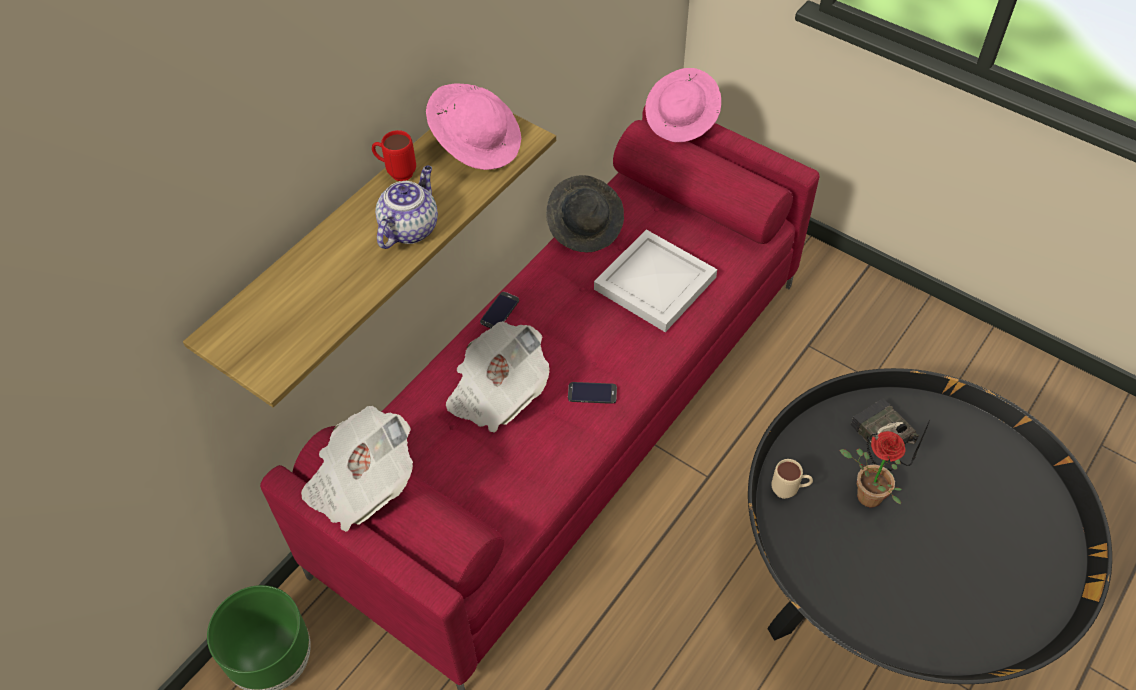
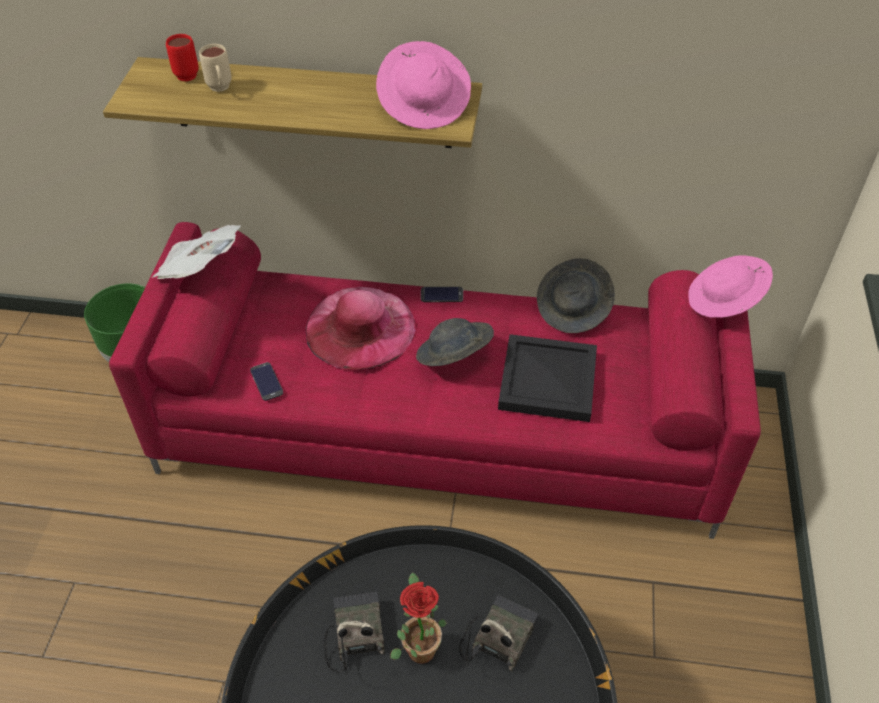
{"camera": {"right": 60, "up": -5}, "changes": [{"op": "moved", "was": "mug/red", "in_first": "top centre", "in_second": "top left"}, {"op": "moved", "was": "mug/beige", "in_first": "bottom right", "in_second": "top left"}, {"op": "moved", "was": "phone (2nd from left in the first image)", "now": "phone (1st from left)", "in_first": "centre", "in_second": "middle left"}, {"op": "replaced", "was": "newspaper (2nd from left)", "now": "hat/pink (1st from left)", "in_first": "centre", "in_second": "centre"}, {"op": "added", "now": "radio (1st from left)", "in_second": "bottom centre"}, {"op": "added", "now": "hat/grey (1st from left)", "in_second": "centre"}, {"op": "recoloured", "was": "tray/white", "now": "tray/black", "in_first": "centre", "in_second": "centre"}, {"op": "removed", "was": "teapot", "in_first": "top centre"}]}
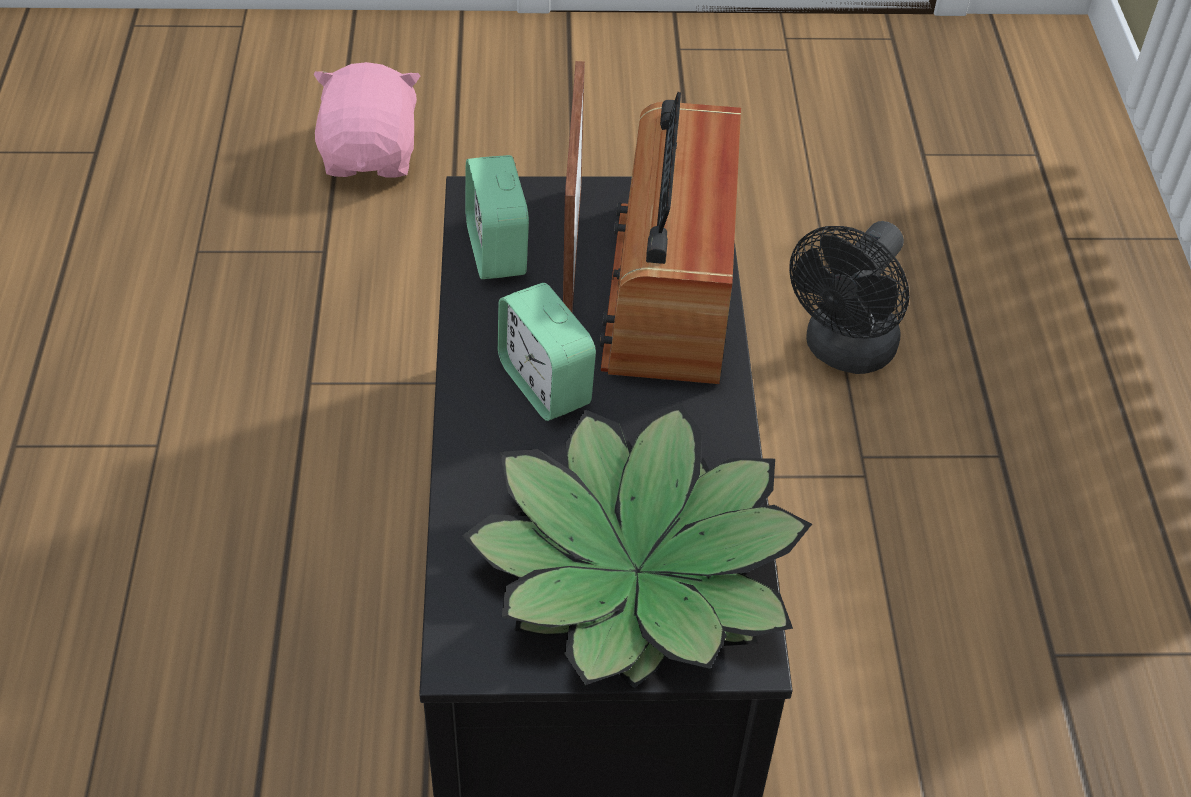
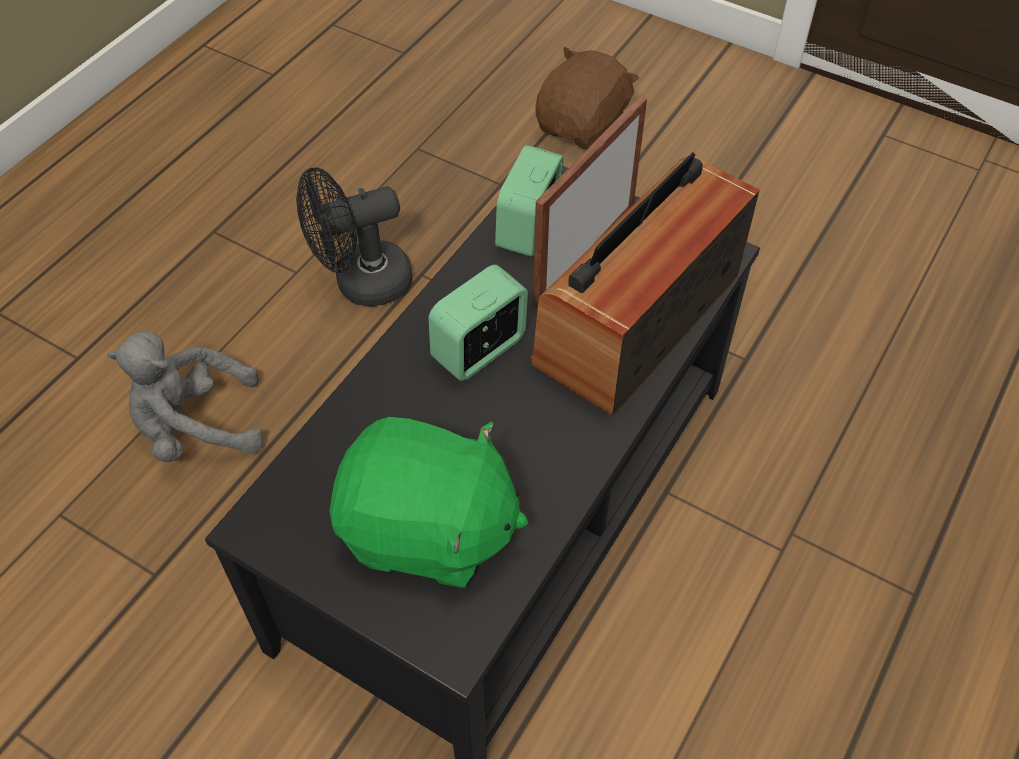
{"camera": {"right": 35, "up": 5}, "changes": [{"op": "added", "now": "plush toy/grey", "in_second": "middle left"}, {"op": "moved", "was": "fan/black", "in_first": "middle right", "in_second": "top centre"}, {"op": "replaced", "was": "potted plant", "now": "plush toy/green", "in_first": "bottom centre", "in_second": "centre"}, {"op": "turned", "was": "alarm clock (2nd from left in the first image)", "in_first": "centre", "in_second": "centre", "clockwise": 45}, {"op": "recoloured", "was": "plush toy/pink", "now": "plush toy/brown", "in_first": "top left", "in_second": "top centre"}]}
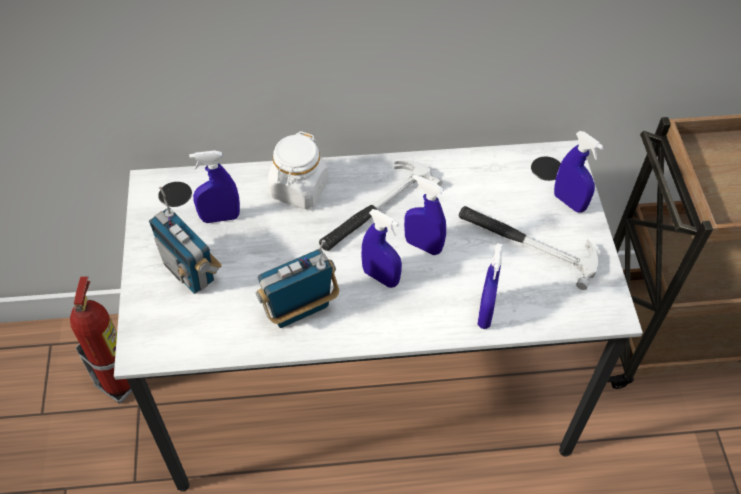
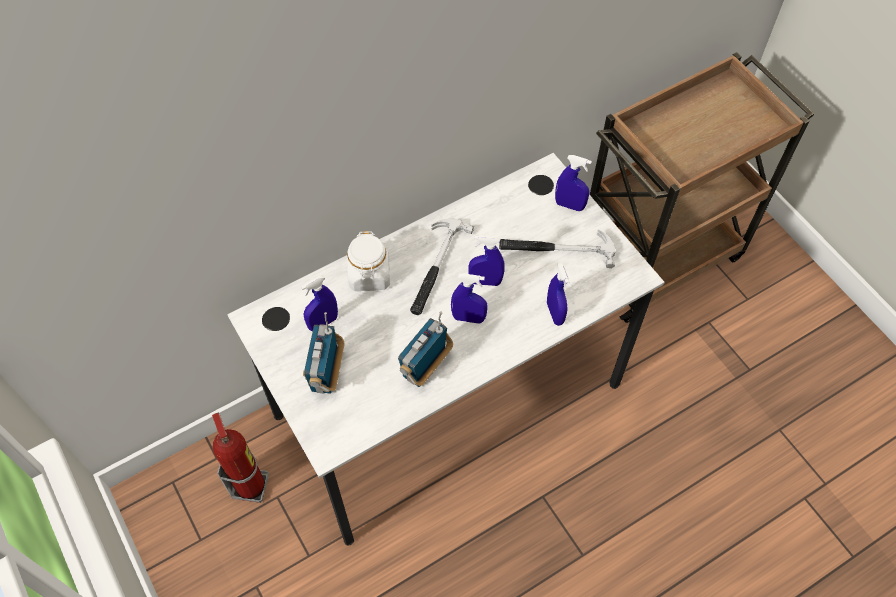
{"camera": {"right": -25, "up": 5}, "changes": [{"op": "turned", "was": "radio (1st from left)", "in_first": "middle left", "in_second": "centre", "clockwise": 75}]}
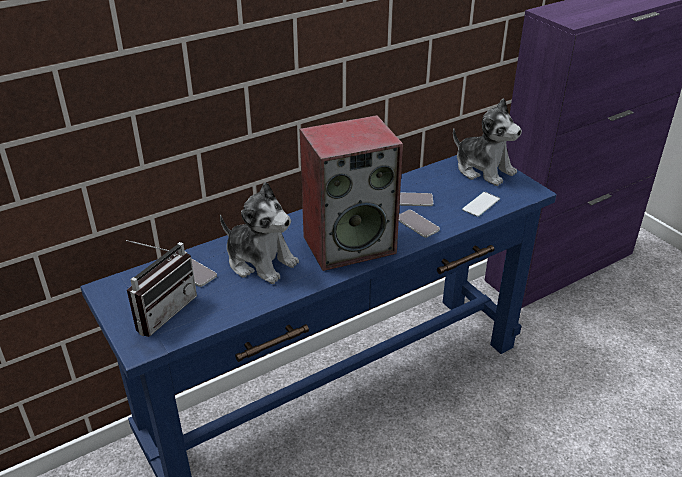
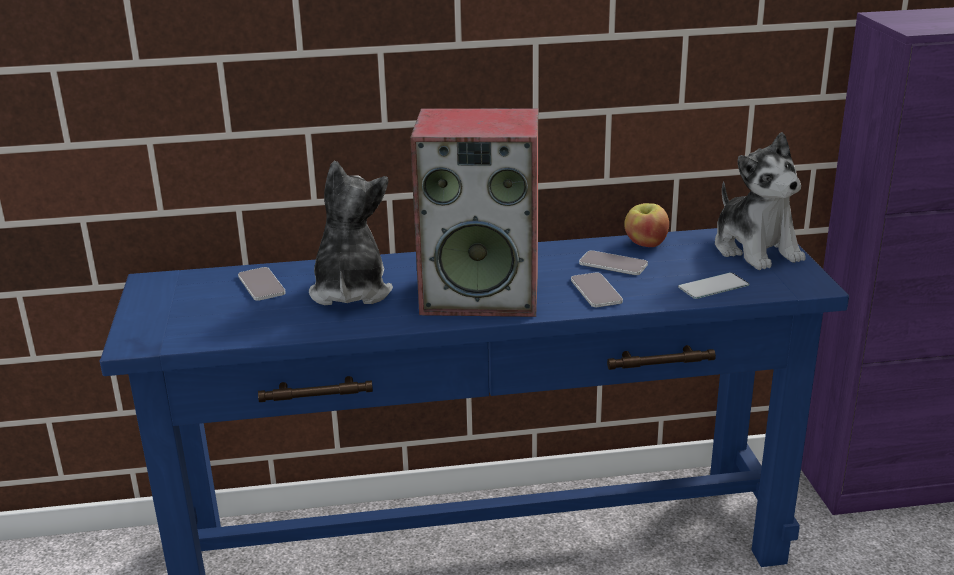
{"camera": {"right": 25, "up": -10}, "changes": [{"op": "turned", "was": "plush toy (1st from left)", "in_first": "centre", "in_second": "centre", "clockwise": -150}, {"op": "added", "now": "apple", "in_second": "middle right"}, {"op": "removed", "was": "radio", "in_first": "middle left"}]}
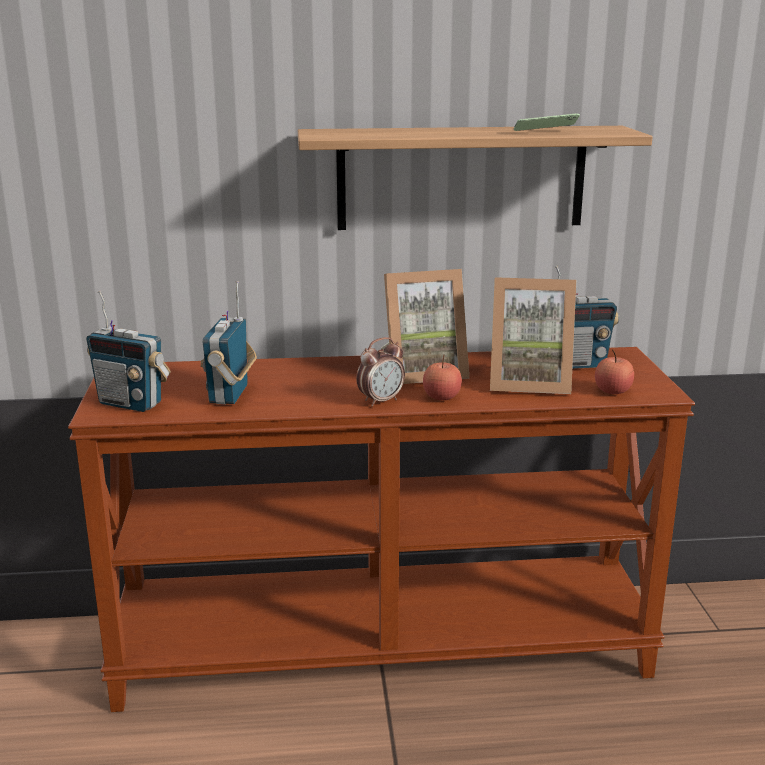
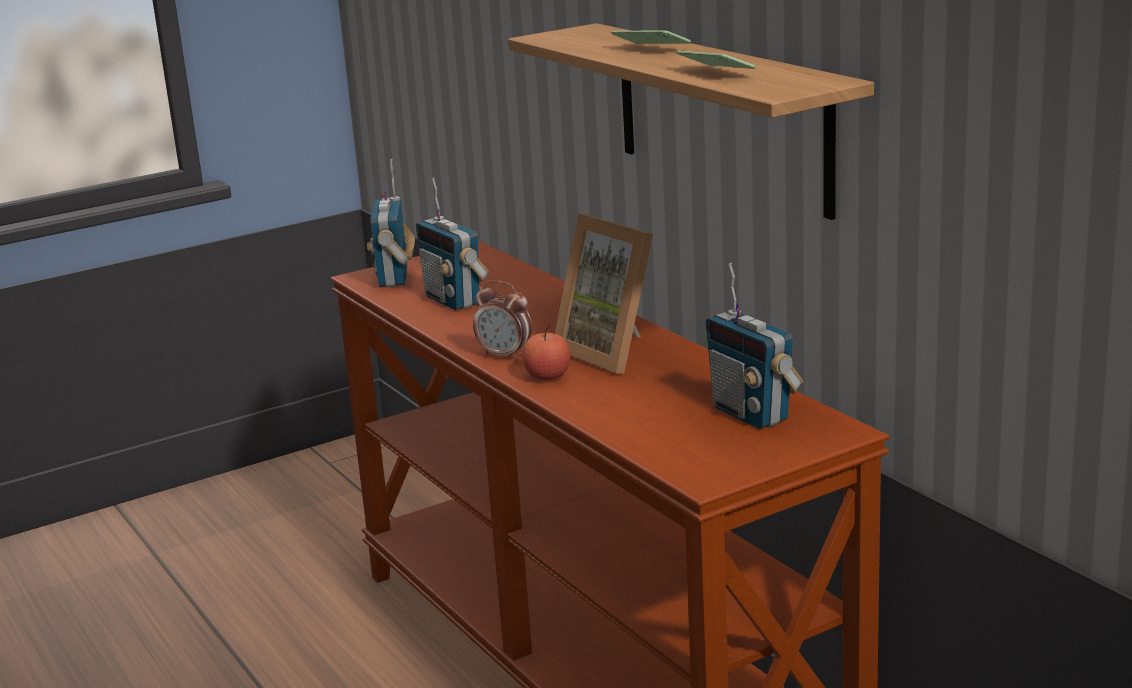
{"camera": {"right": 65, "up": 0}, "changes": [{"op": "turned", "was": "radio (2nd from left)", "in_first": "middle left", "in_second": "centre", "clockwise": -105}, {"op": "added", "now": "phone (1st from left)", "in_second": "top centre"}, {"op": "removed", "was": "picture frame (2nd from left)", "in_first": "middle right"}, {"op": "removed", "was": "apple (2nd from left)", "in_first": "middle right"}]}
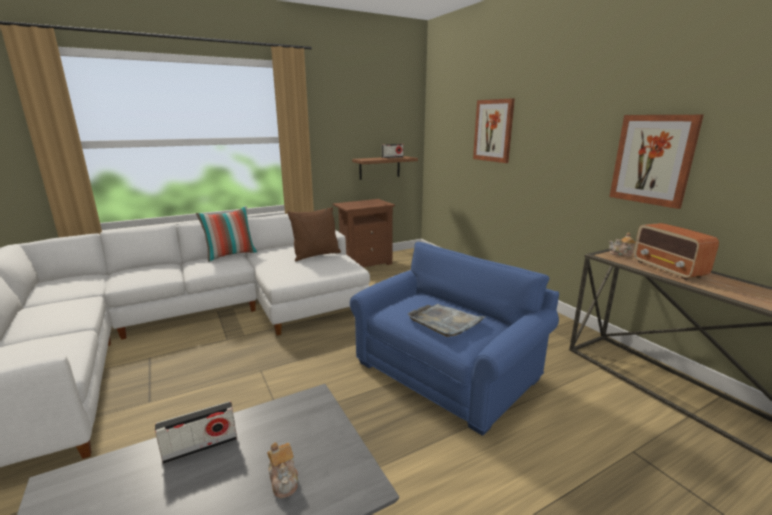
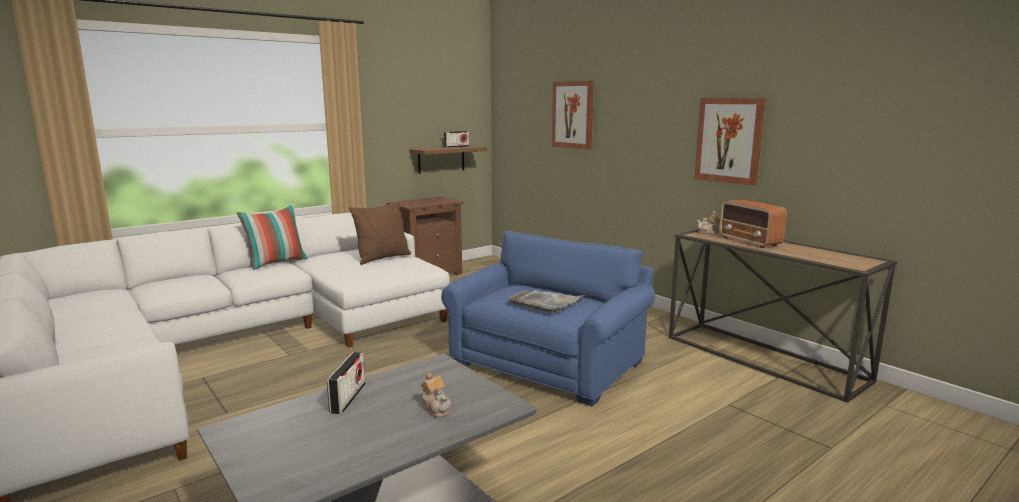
{"camera": {"right": -10, "up": -5}, "changes": [{"op": "turned", "was": "radio (1st from left)", "in_first": "bottom left", "in_second": "bottom centre", "clockwise": -45}]}
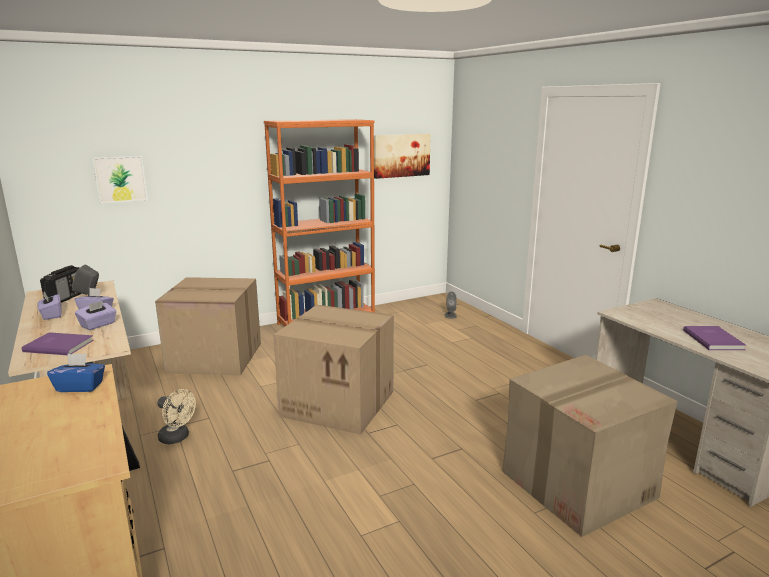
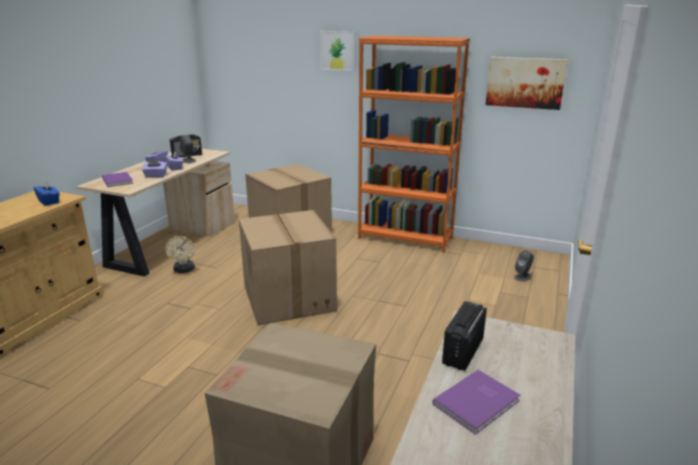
{"camera": {"right": 50, "up": 5}, "changes": [{"op": "moved", "was": "picture (1st from left)", "in_first": "top left", "in_second": "top centre"}, {"op": "added", "now": "radio (2nd from left)", "in_second": "bottom centre"}]}
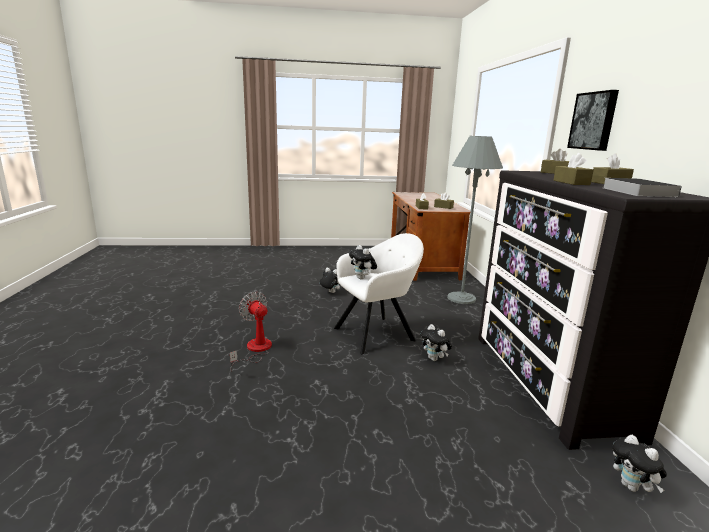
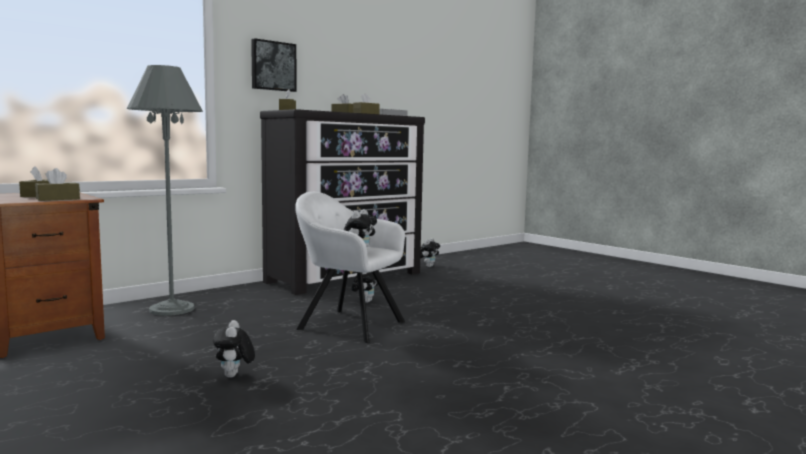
{"camera": {"right": -125, "up": -10}, "changes": [{"op": "removed", "was": "fan", "in_first": "centre"}]}
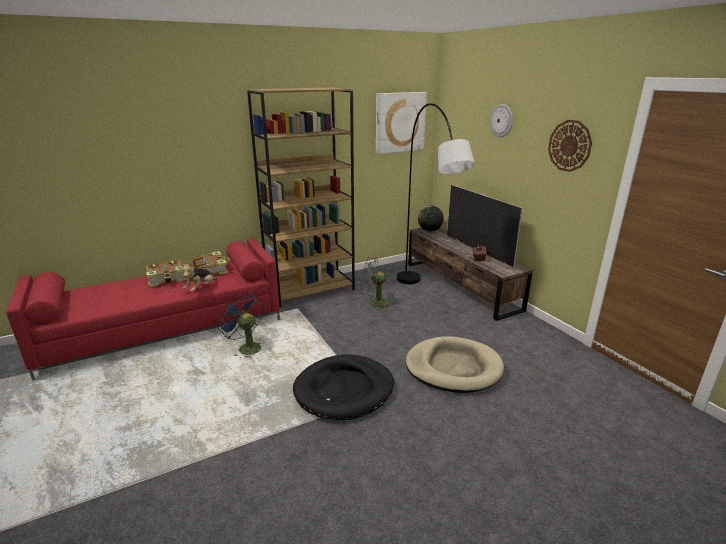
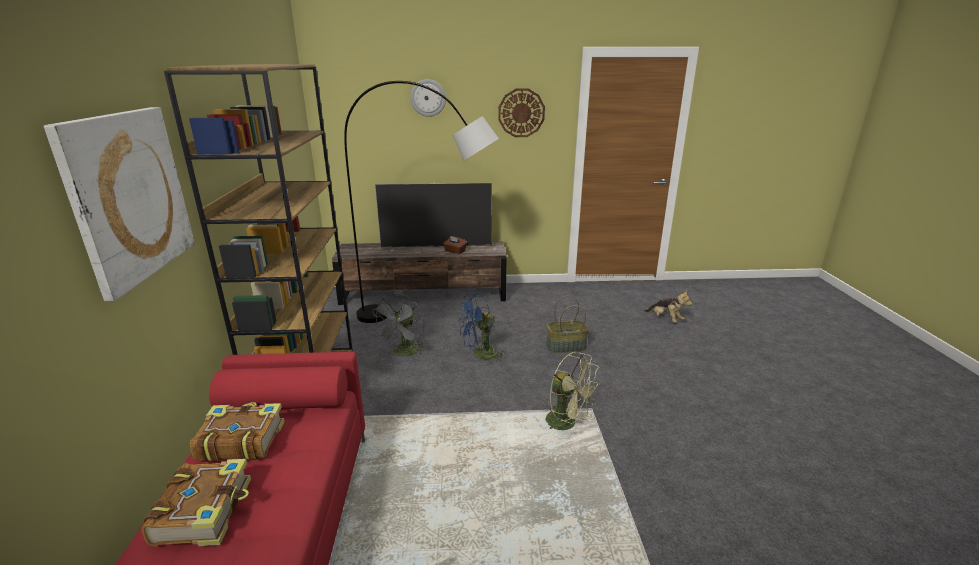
{"camera": {"right": -65, "up": 0}, "changes": [{"op": "moved", "was": "picture", "in_first": "top centre", "in_second": "middle left"}, {"op": "moved", "was": "fan/blue", "in_first": "middle left", "in_second": "centre"}, {"op": "replaced", "was": "dog bed/black", "now": "fan/green", "in_first": "bottom centre", "in_second": "bottom centre"}, {"op": "replaced", "was": "dog bed/beige", "now": "basket", "in_first": "bottom centre", "in_second": "centre"}, {"op": "moved", "was": "plush toy", "in_first": "middle left", "in_second": "middle right"}, {"op": "removed", "was": "globe", "in_first": "centre"}]}
